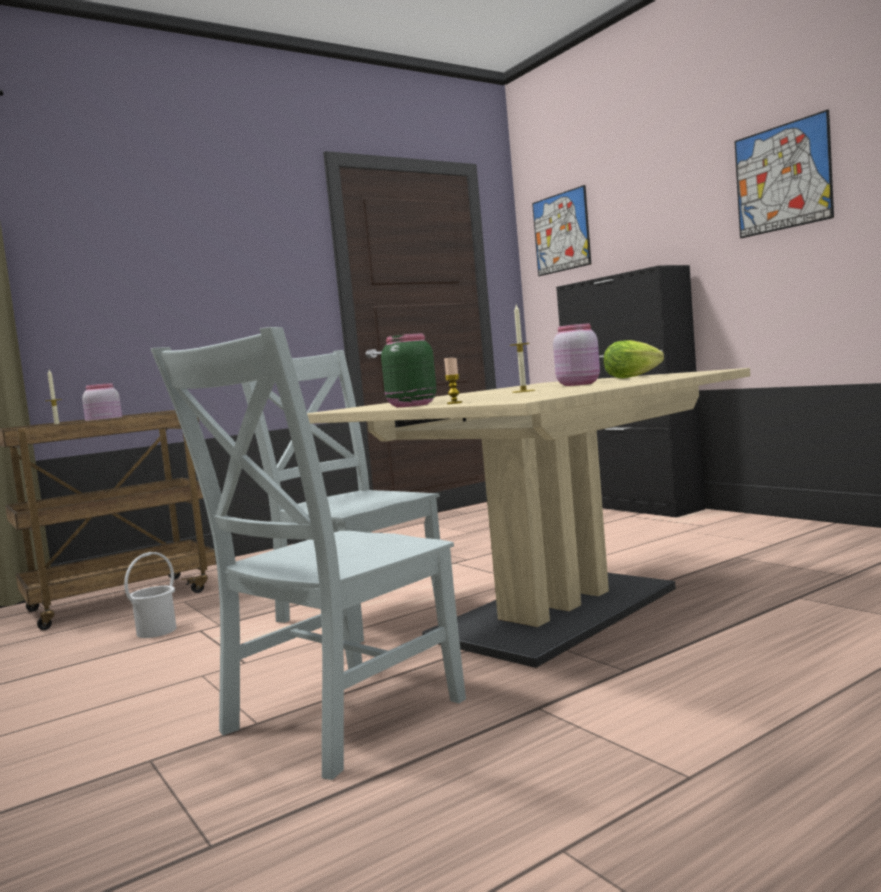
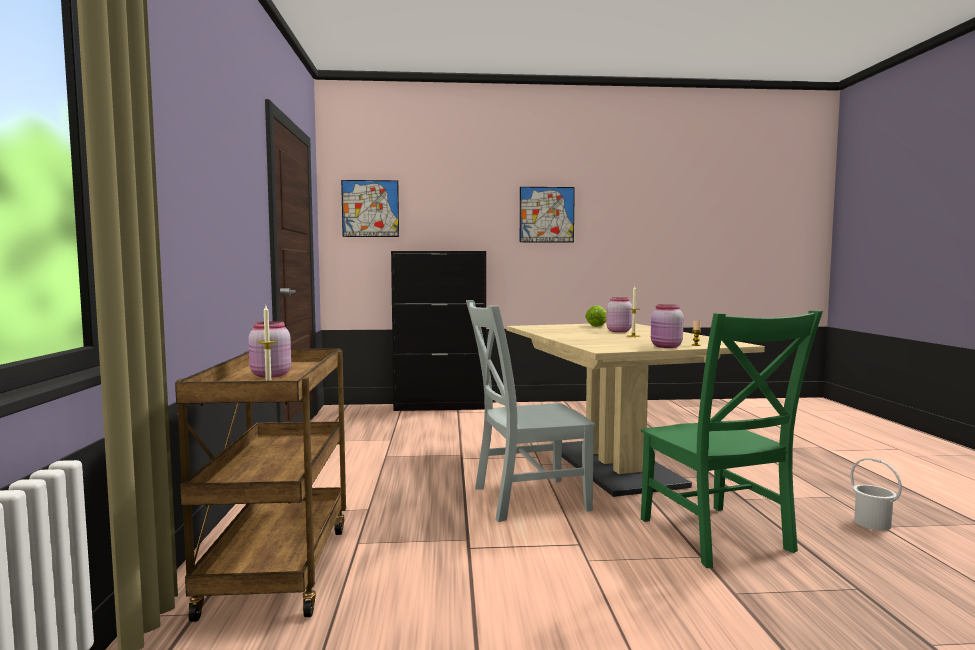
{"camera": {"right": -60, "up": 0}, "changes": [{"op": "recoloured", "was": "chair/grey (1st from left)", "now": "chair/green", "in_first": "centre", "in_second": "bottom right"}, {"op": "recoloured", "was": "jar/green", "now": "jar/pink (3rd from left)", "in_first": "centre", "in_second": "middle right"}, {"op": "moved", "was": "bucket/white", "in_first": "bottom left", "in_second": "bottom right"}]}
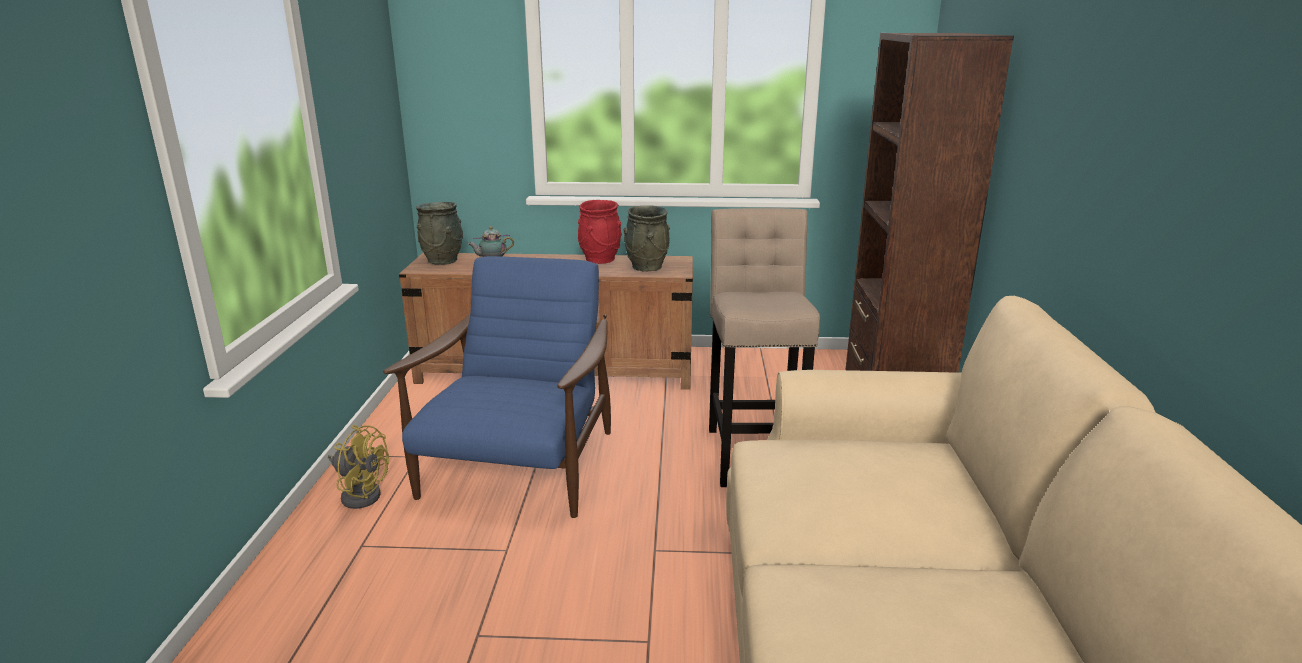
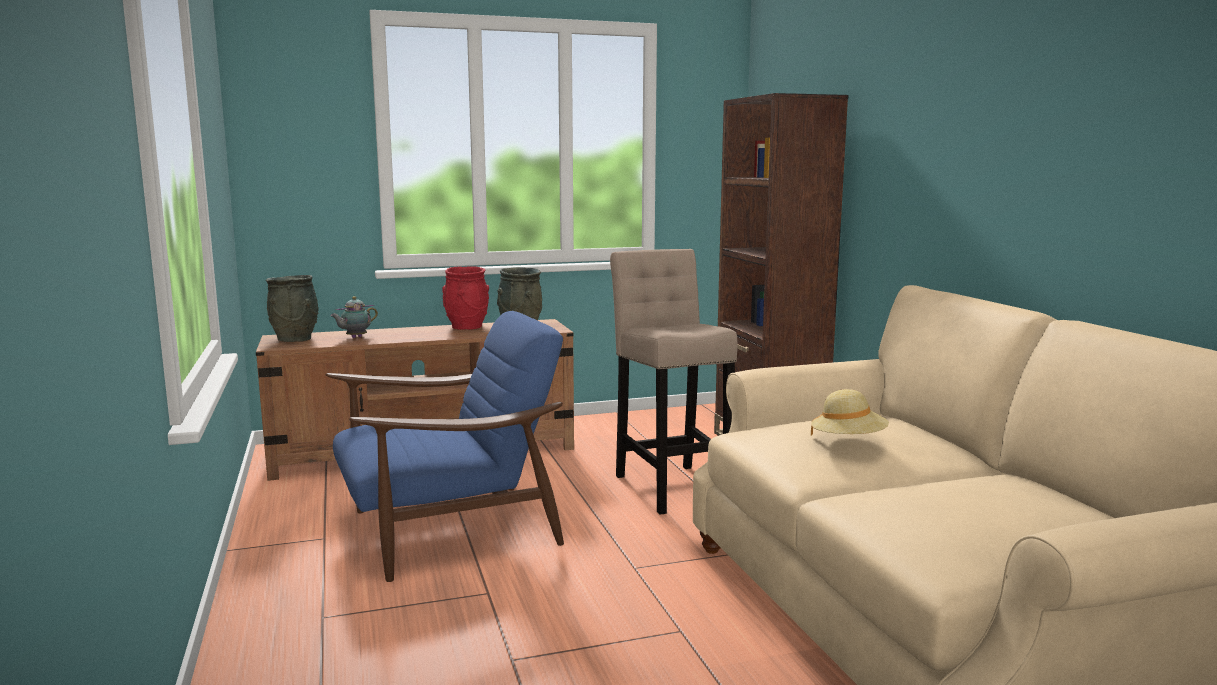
{"camera": {"right": -20, "up": -10}, "changes": [{"op": "turned", "was": "armchair/blue", "in_first": "centre", "in_second": "centre", "clockwise": 75}, {"op": "added", "now": "hat/beige", "in_second": "middle right"}, {"op": "removed", "was": "fan/yellow", "in_first": "bottom left"}]}
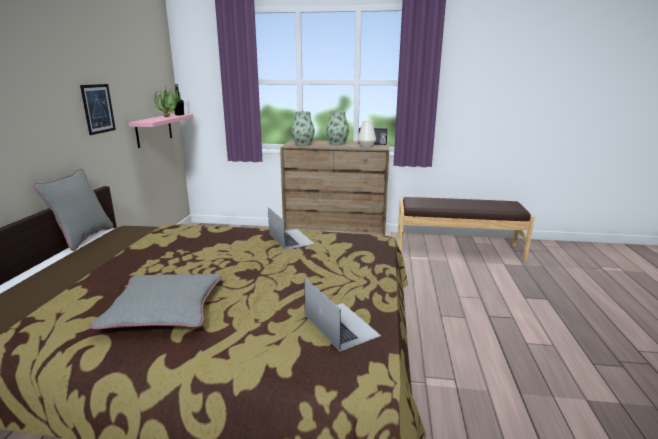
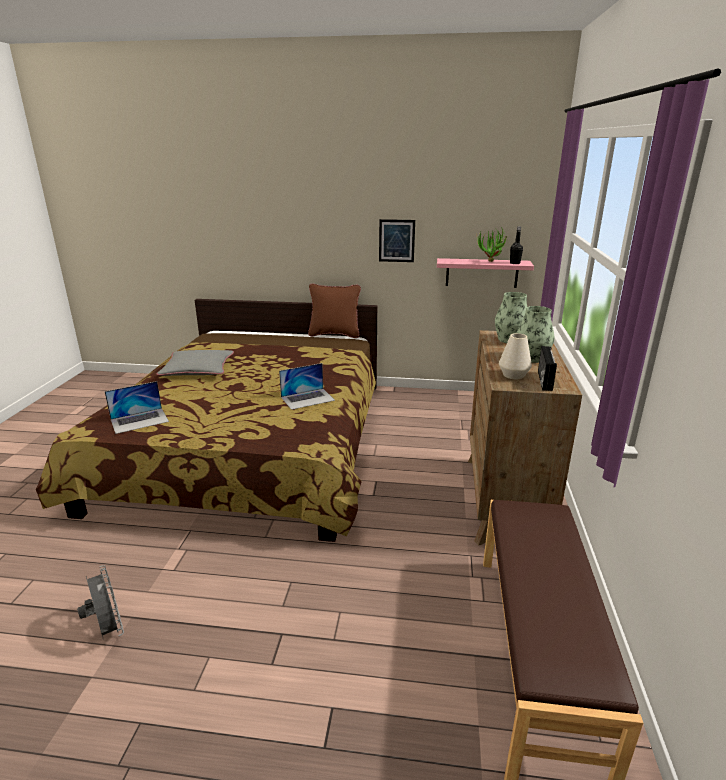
{"camera": {"right": 90, "up": 5}, "changes": [{"op": "added", "now": "fan/grey", "in_second": "bottom left"}, {"op": "recoloured", "was": "pillow/grey (1st from left)", "now": "pillow/brown", "in_first": "middle left", "in_second": "centre"}]}
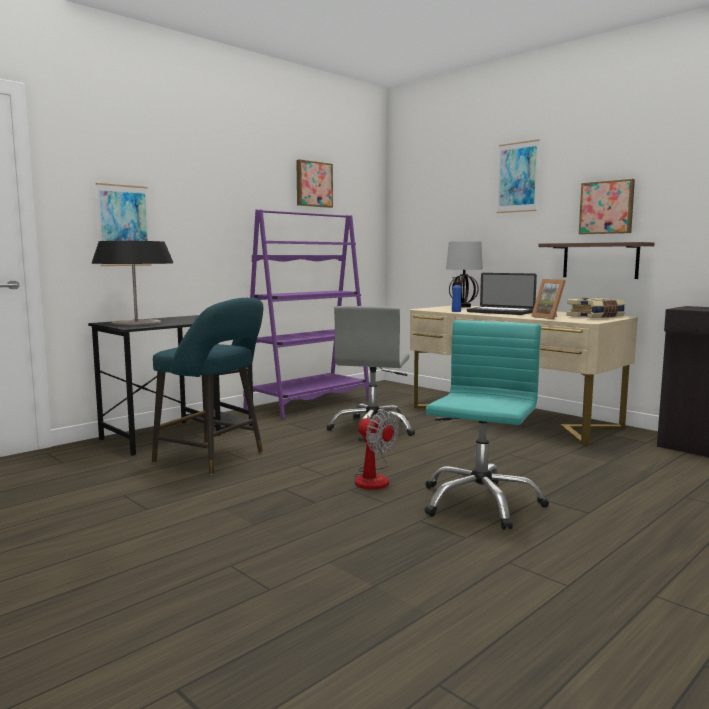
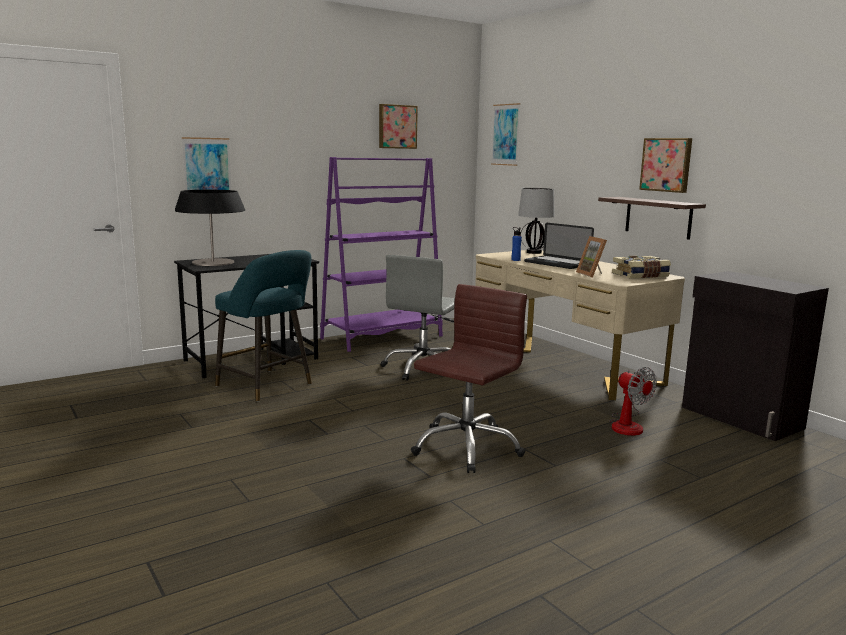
{"camera": {"right": 10, "up": 5}, "changes": [{"op": "recoloured", "was": "office chair/turquoise", "now": "office chair/brown", "in_first": "middle right", "in_second": "centre"}, {"op": "moved", "was": "picture (3rd from left)", "in_first": "top right", "in_second": "top centre"}, {"op": "moved", "was": "fan", "in_first": "centre", "in_second": "middle right"}]}
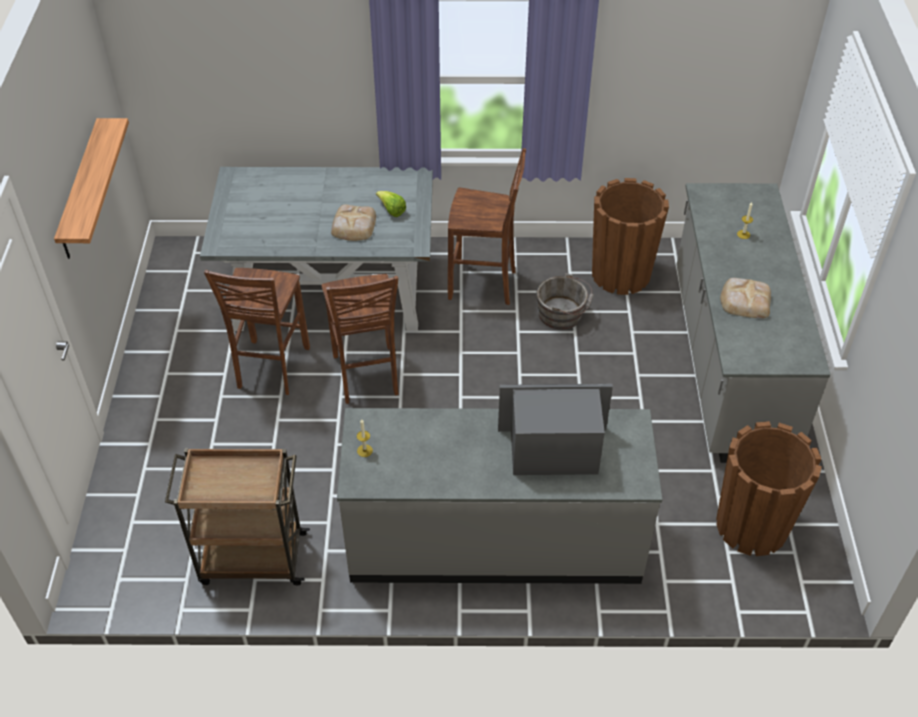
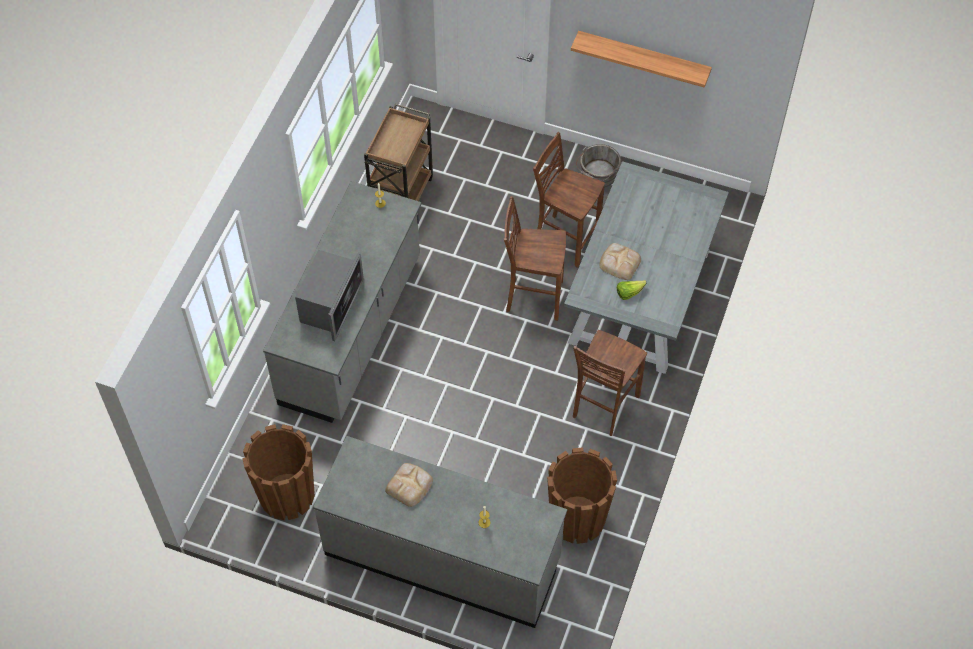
{"camera": {"right": 110, "up": 10}, "changes": [{"op": "moved", "was": "bucket/grey", "in_first": "centre", "in_second": "top centre"}]}
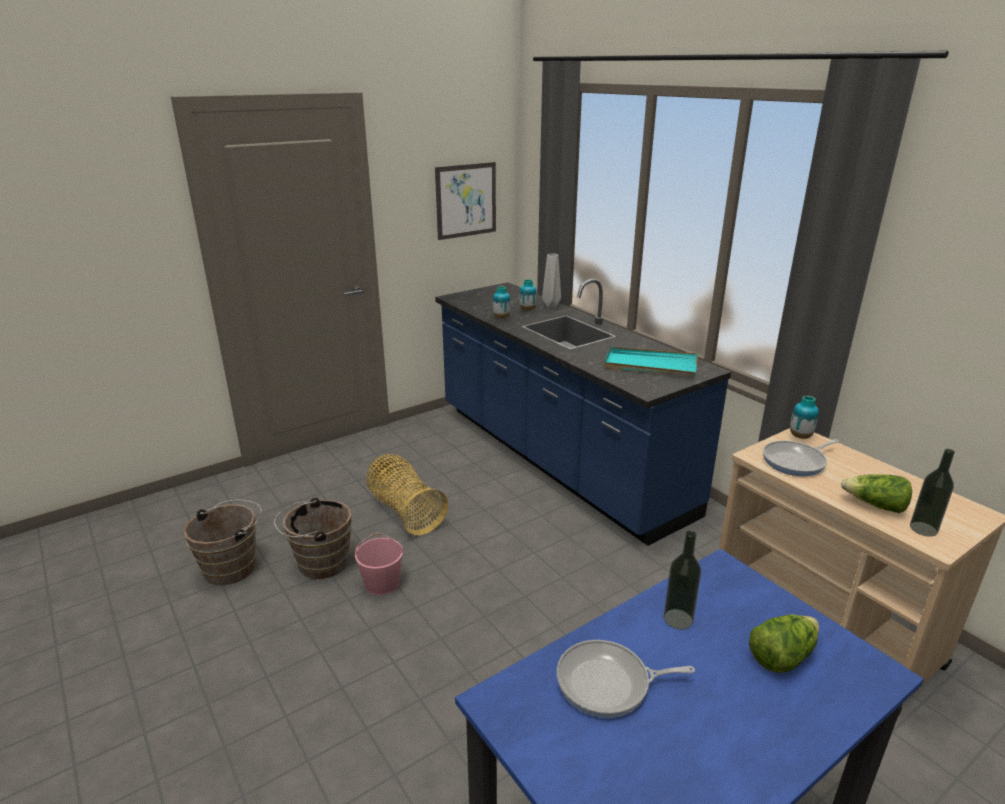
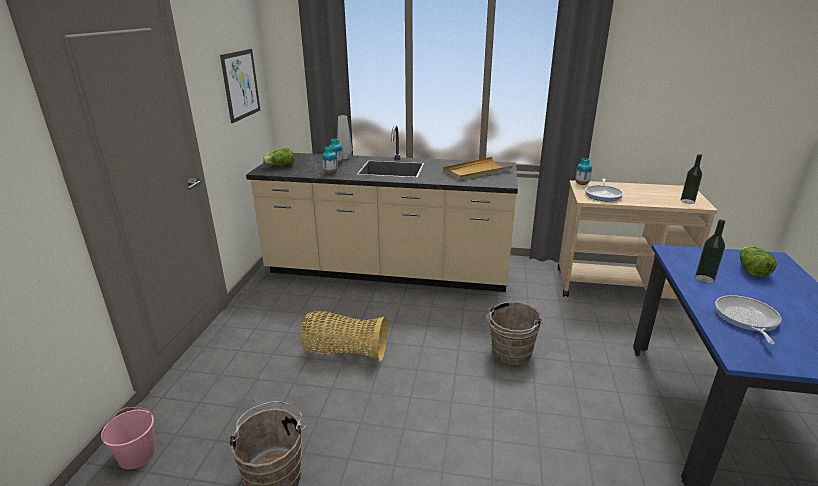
{"camera": {"right": -45, "up": 0}, "changes": [{"op": "moved", "was": "bucket/pink", "in_first": "bottom centre", "in_second": "bottom left"}, {"op": "recoloured", "was": "counter/blue", "now": "counter/beige", "in_first": "centre", "in_second": "centre"}, {"op": "moved", "was": "lettuce (2nd from left in the first image)", "now": "lettuce (1st from left)", "in_first": "middle right", "in_second": "top centre"}, {"op": "recoloured", "was": "tray/turquoise", "now": "tray/beige", "in_first": "centre", "in_second": "centre"}, {"op": "moved", "was": "bucket/brown (2nd from left)", "in_first": "bottom left", "in_second": "bottom centre"}, {"op": "turned", "was": "frying pan (1st from left in the first image)", "in_first": "bottom centre", "in_second": "middle right", "clockwise": 150}]}
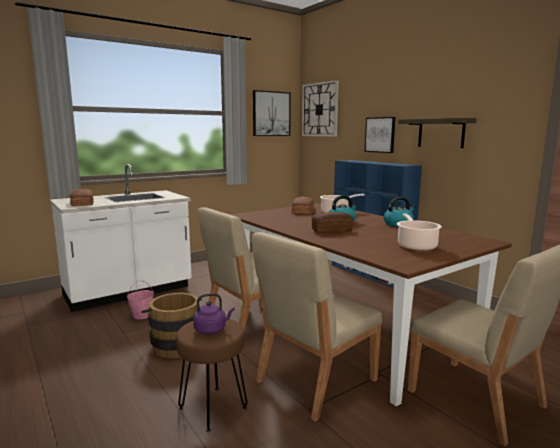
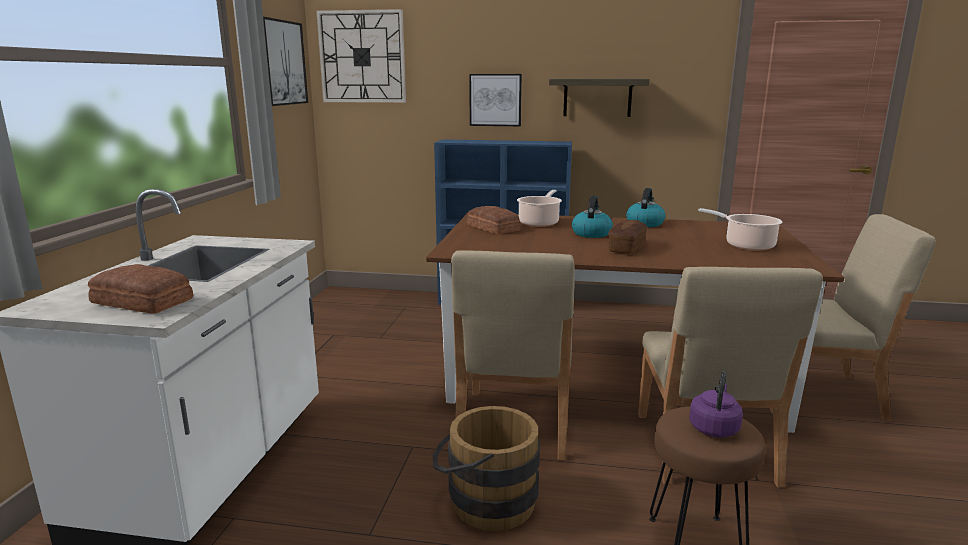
{"camera": {"right": -45, "up": 5}, "changes": [{"op": "removed", "was": "bucket/pink", "in_first": "bottom left"}]}
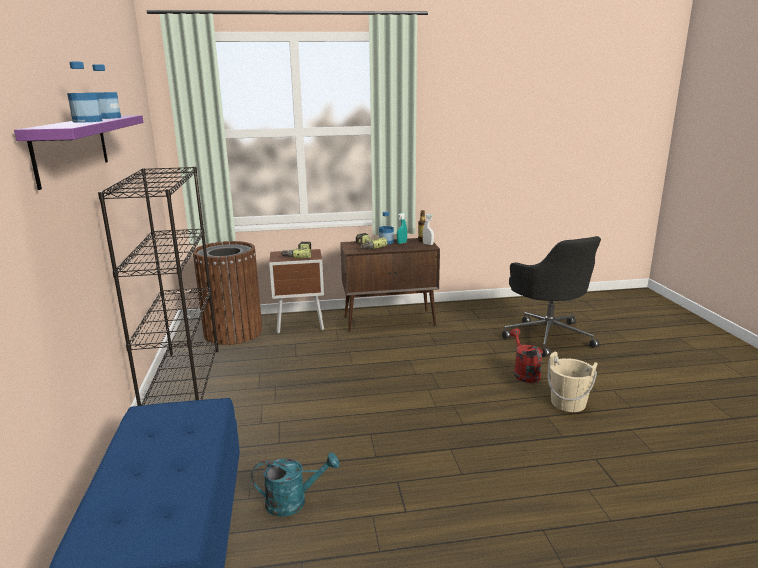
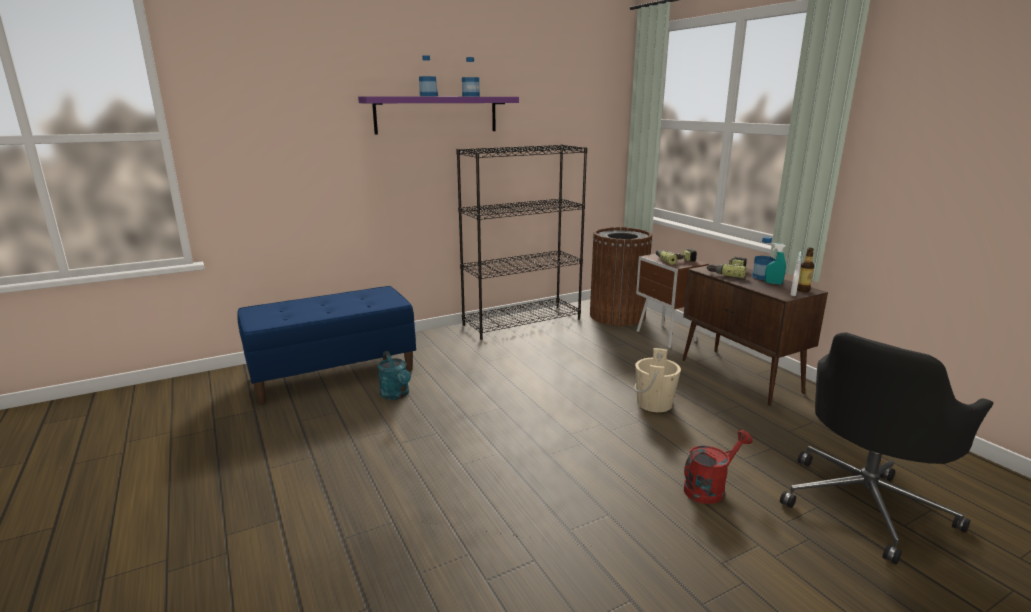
{"camera": {"right": 70, "up": 0}, "changes": [{"op": "moved", "was": "bucket/beige", "in_first": "bottom right", "in_second": "centre"}]}
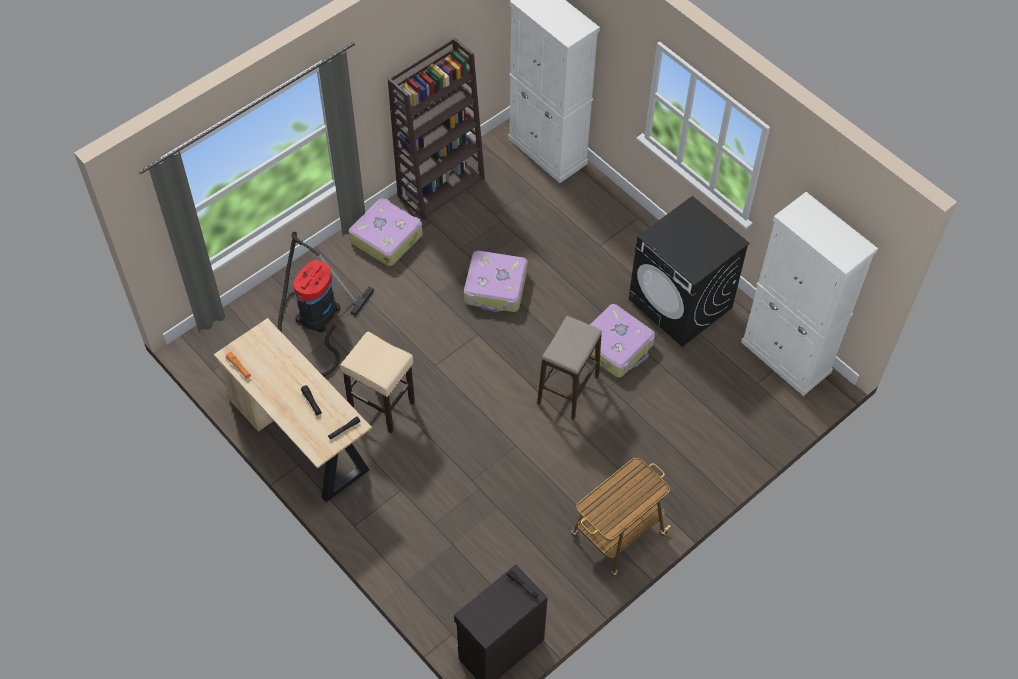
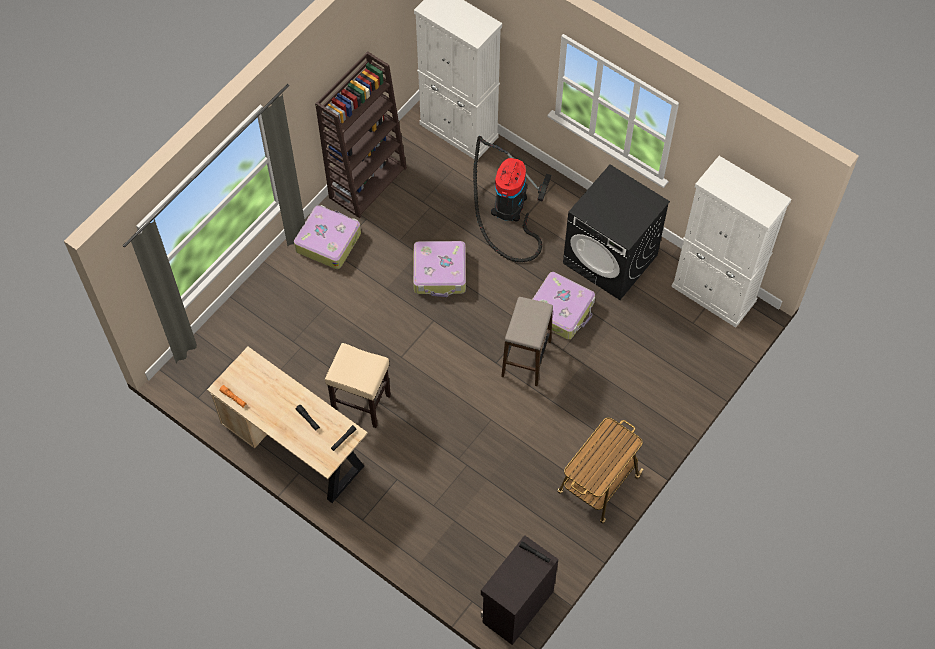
{"camera": {"right": -10, "up": 5}, "changes": [{"op": "moved", "was": "vacuum cleaner", "in_first": "middle left", "in_second": "top centre"}]}
